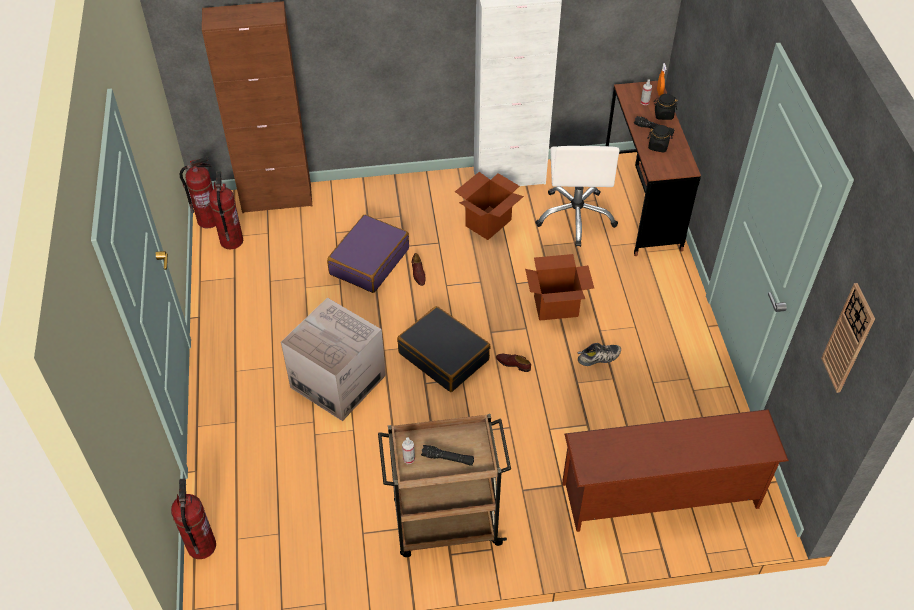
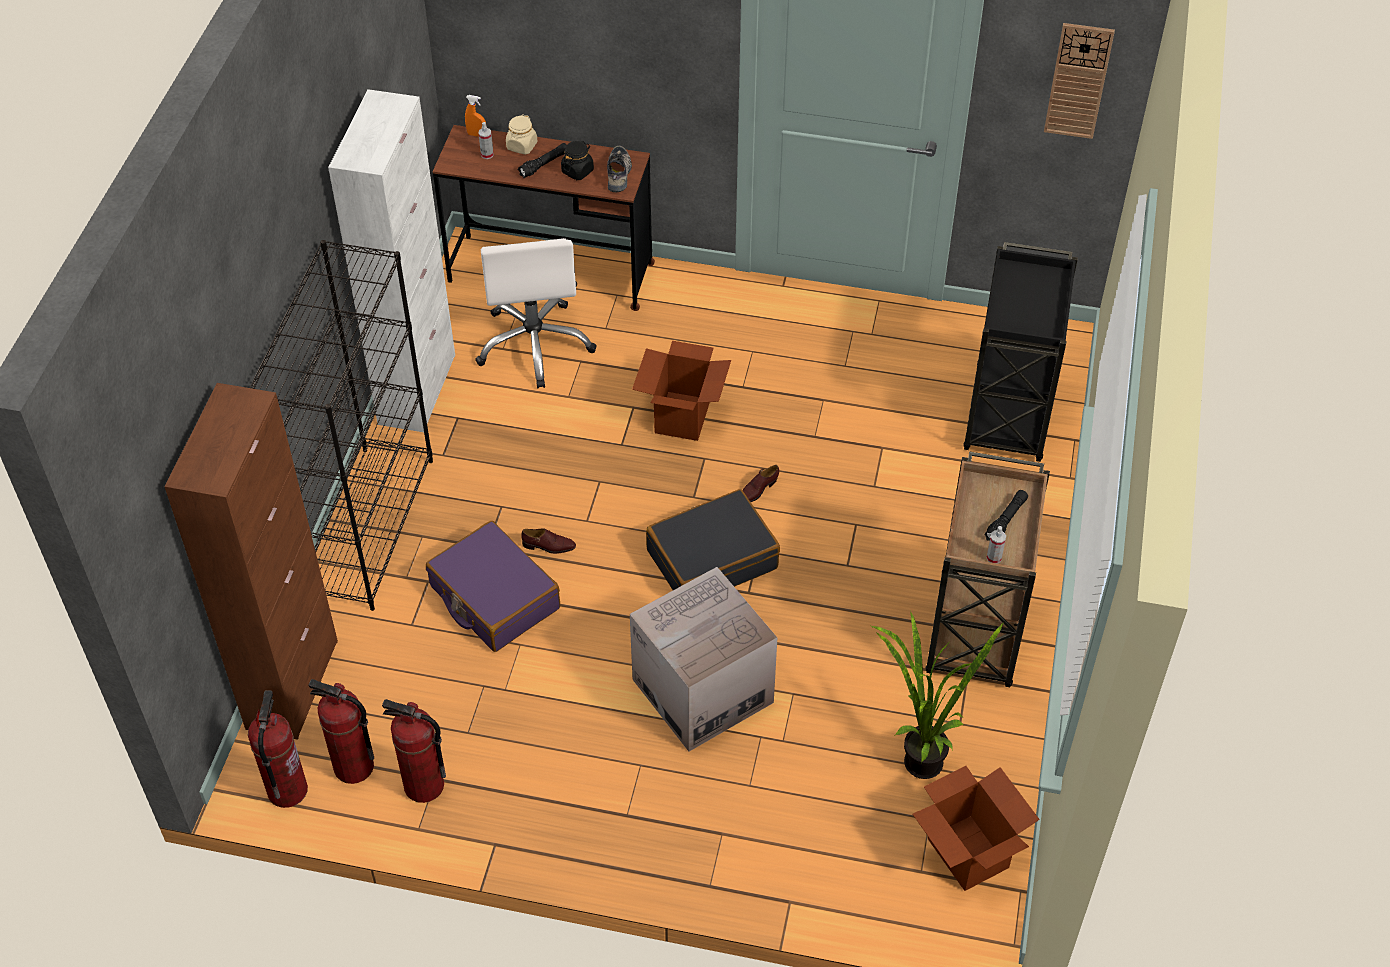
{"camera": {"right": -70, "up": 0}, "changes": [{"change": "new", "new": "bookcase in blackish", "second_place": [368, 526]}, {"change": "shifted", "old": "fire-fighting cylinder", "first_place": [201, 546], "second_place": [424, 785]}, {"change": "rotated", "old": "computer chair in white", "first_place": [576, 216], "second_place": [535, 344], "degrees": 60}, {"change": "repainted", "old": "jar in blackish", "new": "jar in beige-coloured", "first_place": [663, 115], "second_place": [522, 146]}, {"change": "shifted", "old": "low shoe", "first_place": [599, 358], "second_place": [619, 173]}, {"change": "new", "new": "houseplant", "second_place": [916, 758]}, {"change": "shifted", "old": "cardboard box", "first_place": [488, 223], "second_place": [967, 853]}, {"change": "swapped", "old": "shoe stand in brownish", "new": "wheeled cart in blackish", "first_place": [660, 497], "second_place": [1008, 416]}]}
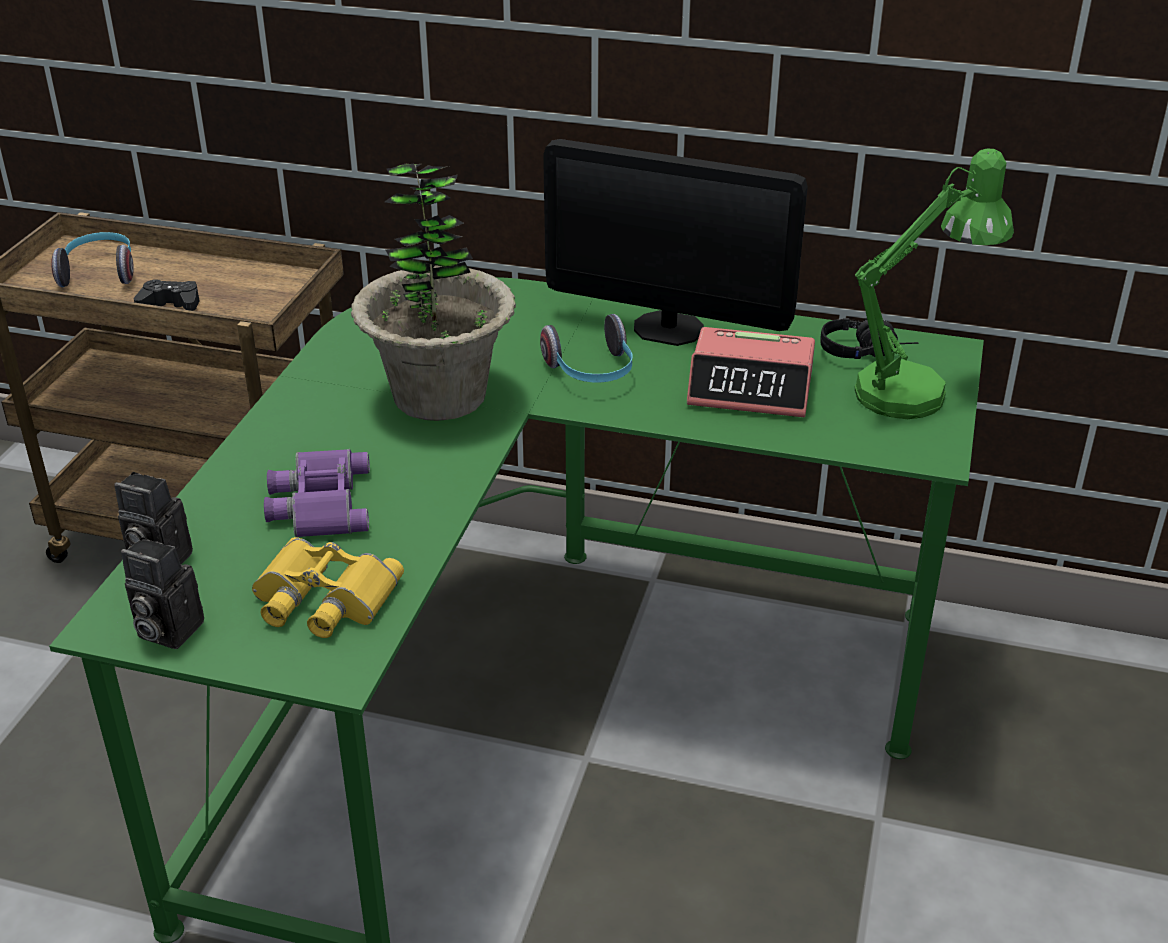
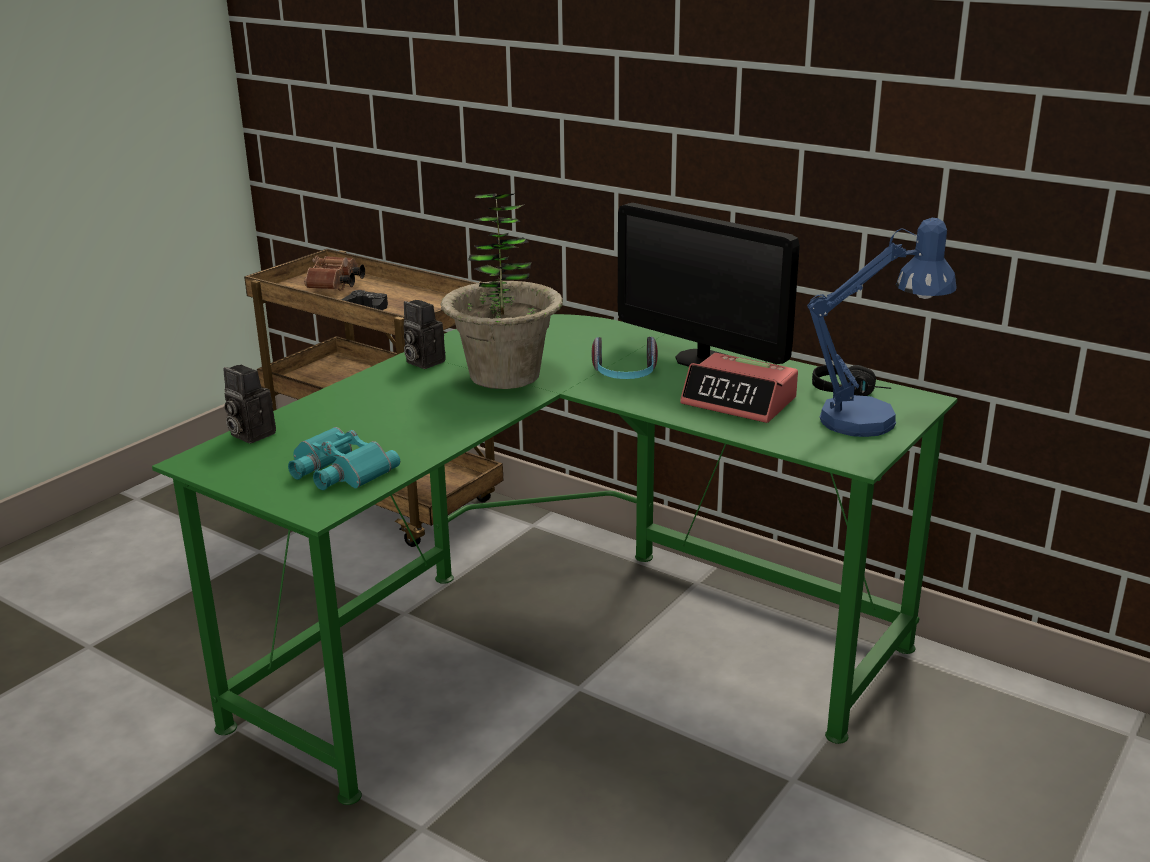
{"camera": {"right": 20, "up": -10}, "changes": [{"change": "repainted", "old": "binoculars in yellow", "new": "binoculars in turquoise-coloured", "first_place": [322, 599], "second_place": [338, 470]}, {"change": "swapped", "old": "headset", "new": "binoculars in brownish", "first_place": [100, 272], "second_place": [335, 286]}, {"change": "shifted", "old": "photo camera", "first_place": [165, 630], "second_place": [422, 362]}, {"change": "repainted", "old": "lamp for a table in green-coloured", "new": "lamp for a table in blue-coloured", "first_place": [915, 389], "second_place": [873, 419]}, {"change": "gone", "old": "binoculars in purple-coloured", "first_place": [318, 503]}]}
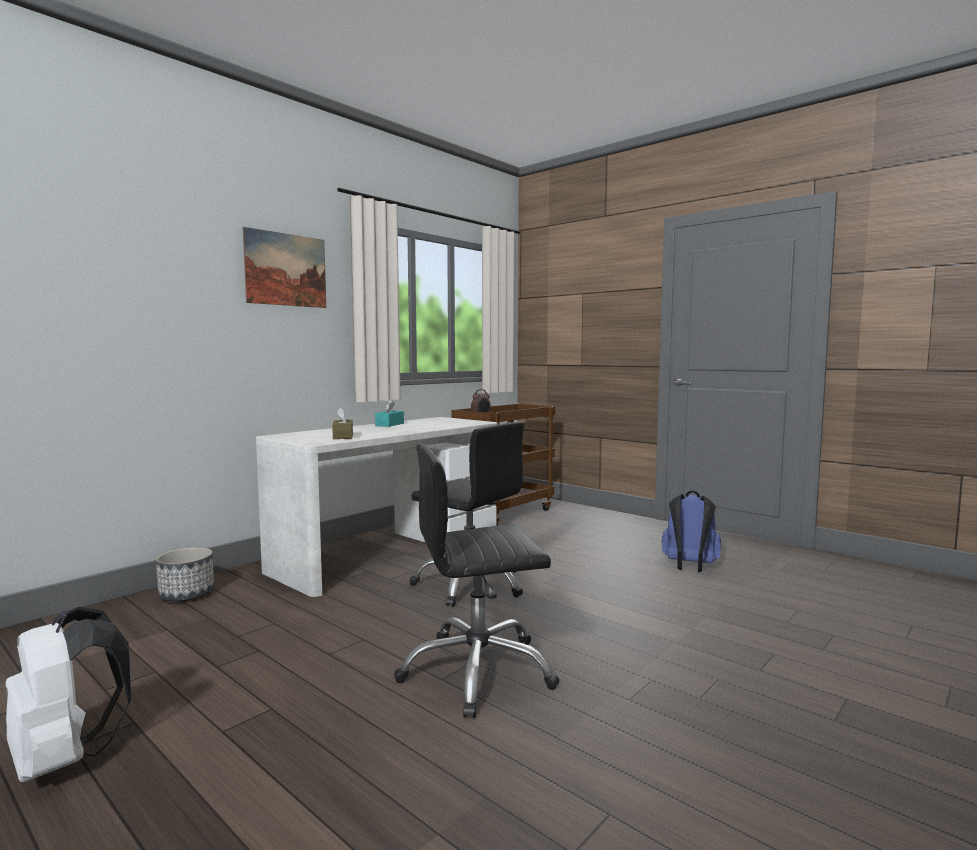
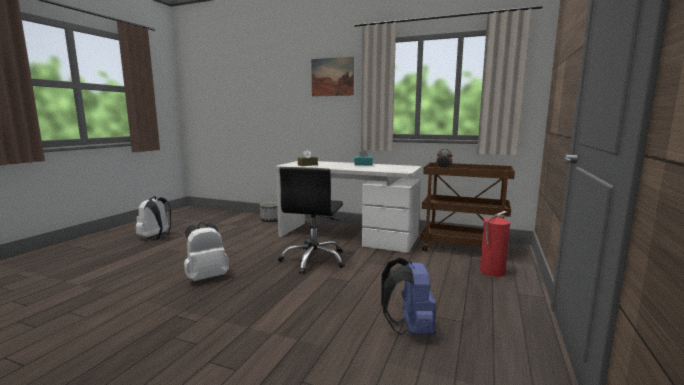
{"camera": {"right": 70, "up": 5}, "changes": [{"change": "swapped", "old": "computer chair in blackish", "new": "rucksack in white", "first_place": [477, 671], "second_place": [207, 277]}, {"change": "new", "new": "fire-fighting cylinder", "second_place": [491, 272]}]}
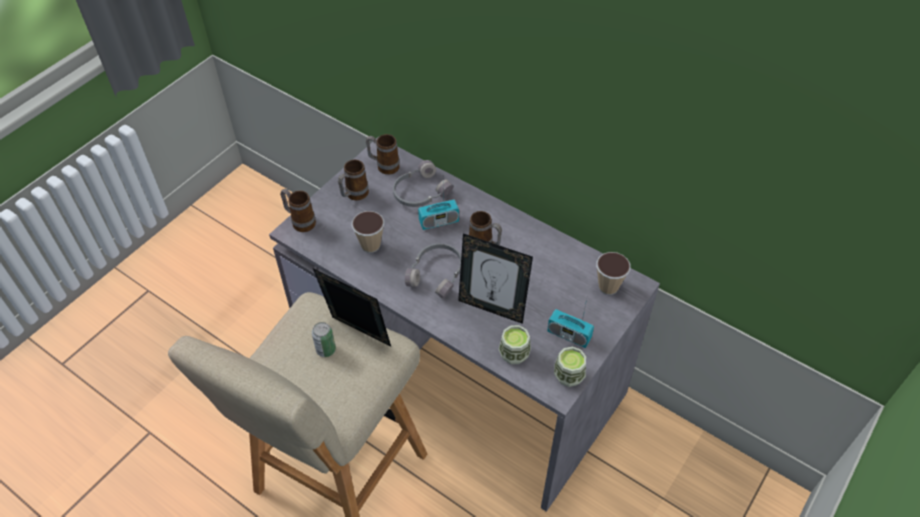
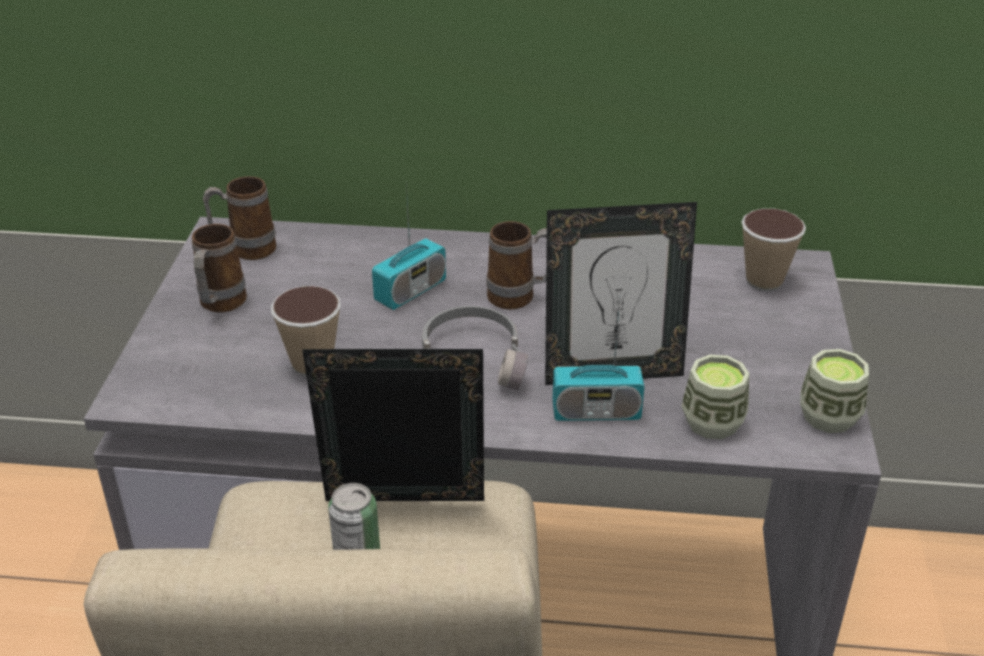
{"camera": {"right": -30, "up": -15}, "changes": [{"change": "shifted", "old": "radio", "first_place": [569, 335], "second_place": [596, 412]}, {"change": "gone", "old": "tea mug", "first_place": [300, 221]}, {"change": "gone", "old": "headset in greyish", "first_place": [420, 192]}]}
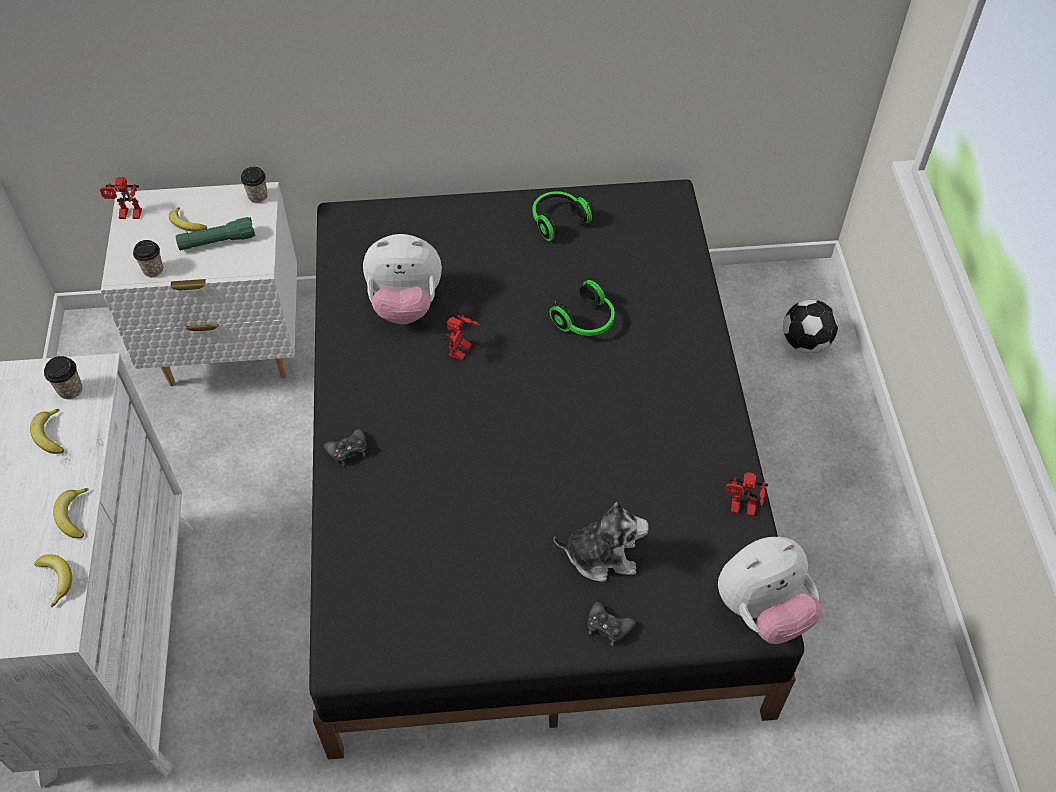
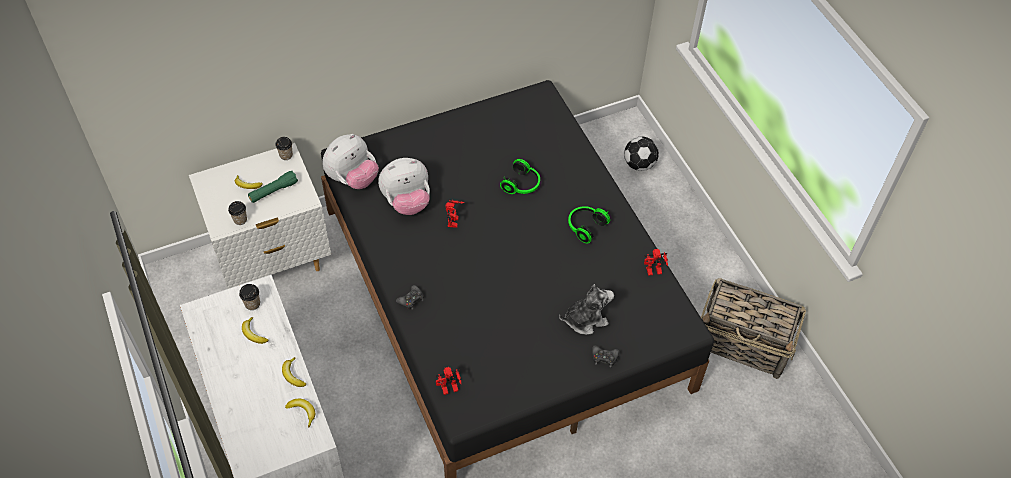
{"camera": {"right": -20, "up": 0}, "changes": [{"change": "shifted", "old": "cuddly toy", "first_place": [762, 610], "second_place": [352, 179]}, {"change": "shifted", "old": "robot figure", "first_place": [128, 216], "second_place": [449, 390]}, {"change": "shifted", "old": "headset", "first_place": [557, 220], "second_place": [585, 226]}, {"change": "new", "new": "basket", "second_place": [743, 343]}]}
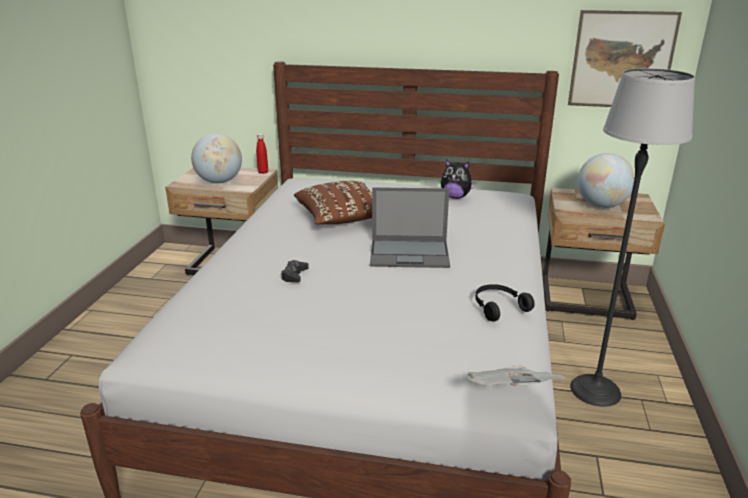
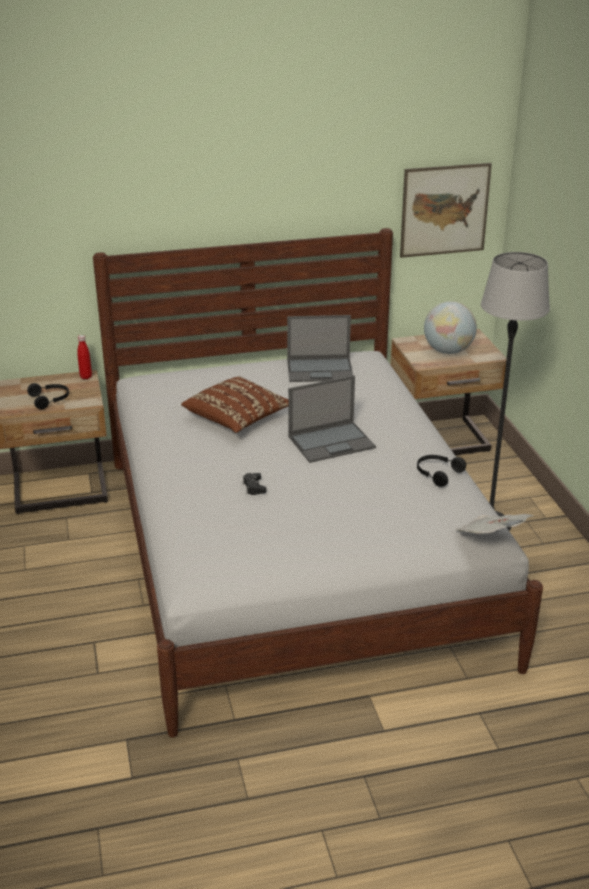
{"camera": {"right": -25, "up": 5}, "changes": [{"change": "swapped", "old": "desk globe", "new": "headset in blackish", "first_place": [219, 181], "second_place": [50, 399]}, {"change": "swapped", "old": "cuddly toy", "new": "portable computer", "first_place": [455, 197], "second_place": [320, 370]}]}
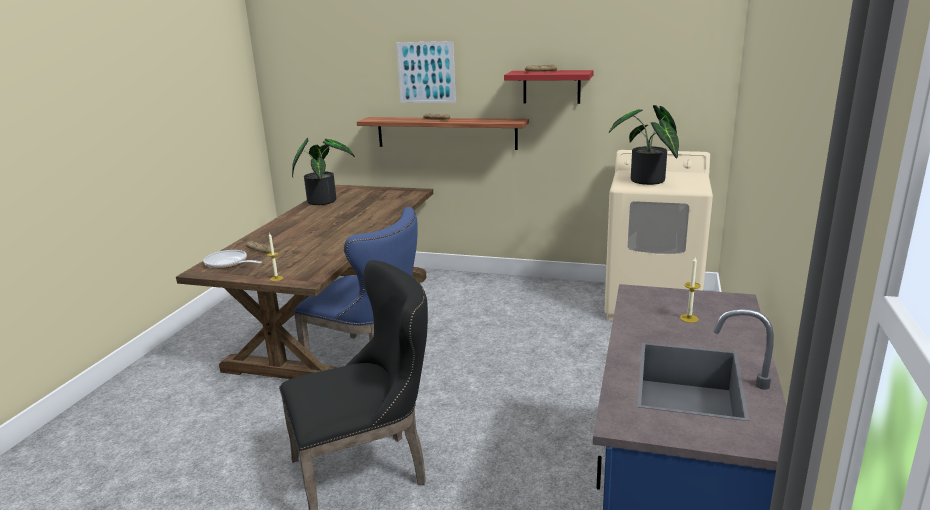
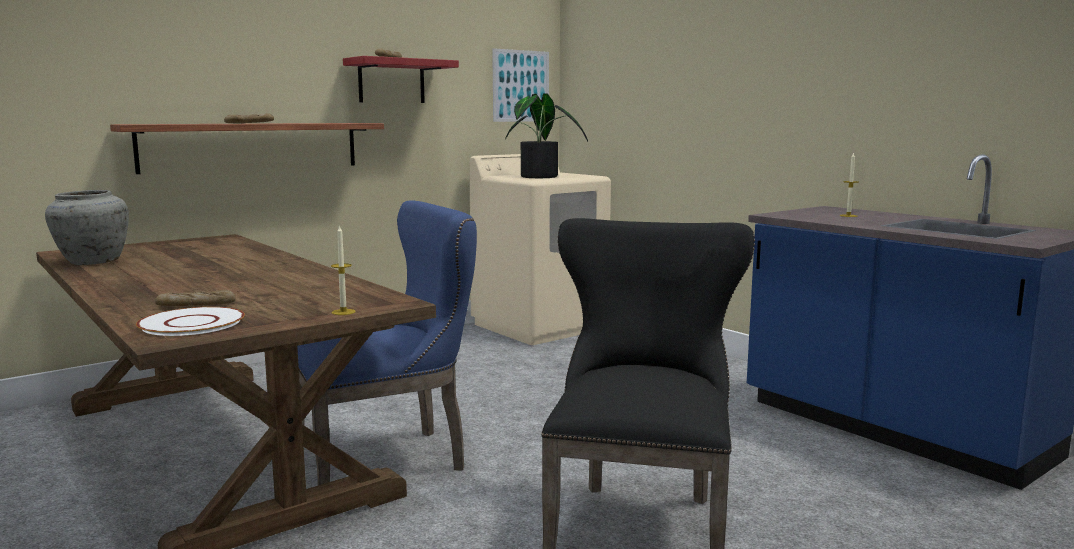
{"camera": {"right": -55, "up": -10}, "changes": [{"change": "swapped", "old": "houseplant", "new": "decorative vase in greyish", "first_place": [324, 200], "second_place": [92, 262]}, {"change": "swapped", "old": "pan", "new": "dinner plate in white", "first_place": [229, 263], "second_place": [192, 323]}, {"change": "shifted", "old": "wall art", "first_place": [426, 72], "second_place": [521, 86]}]}
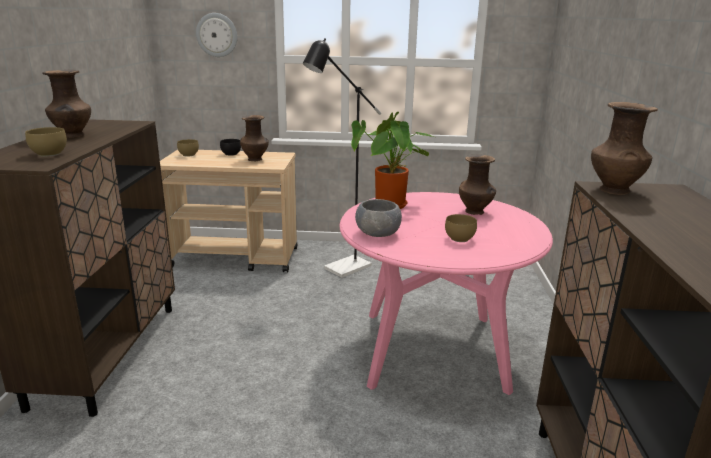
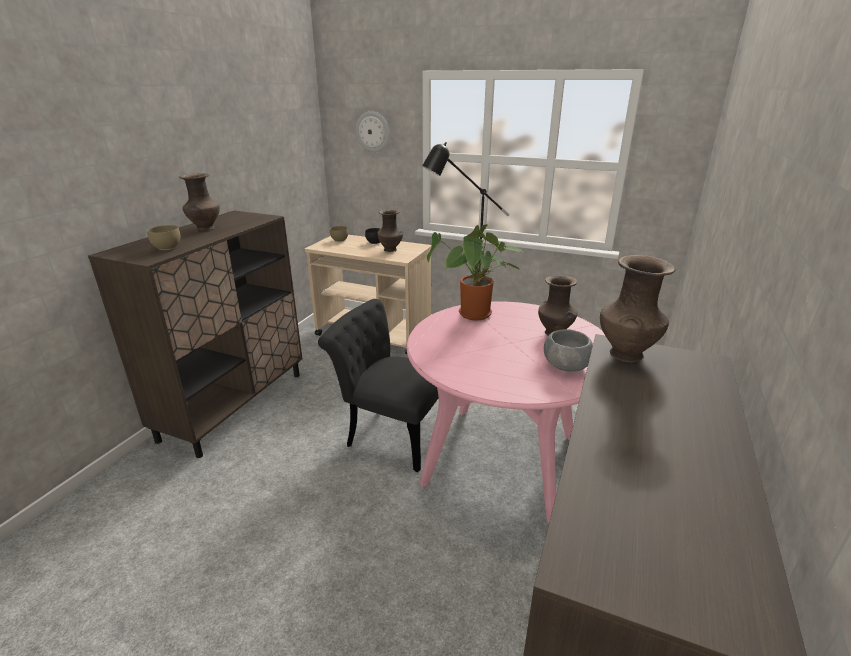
{"camera": {"right": 20, "up": 5}, "changes": [{"change": "new", "new": "upright chair in blackish", "second_place": [390, 432]}, {"change": "shifted", "old": "bowl in greyish", "first_place": [377, 233], "second_place": [565, 366]}, {"change": "gone", "old": "bowl in brownish", "first_place": [458, 239]}]}
